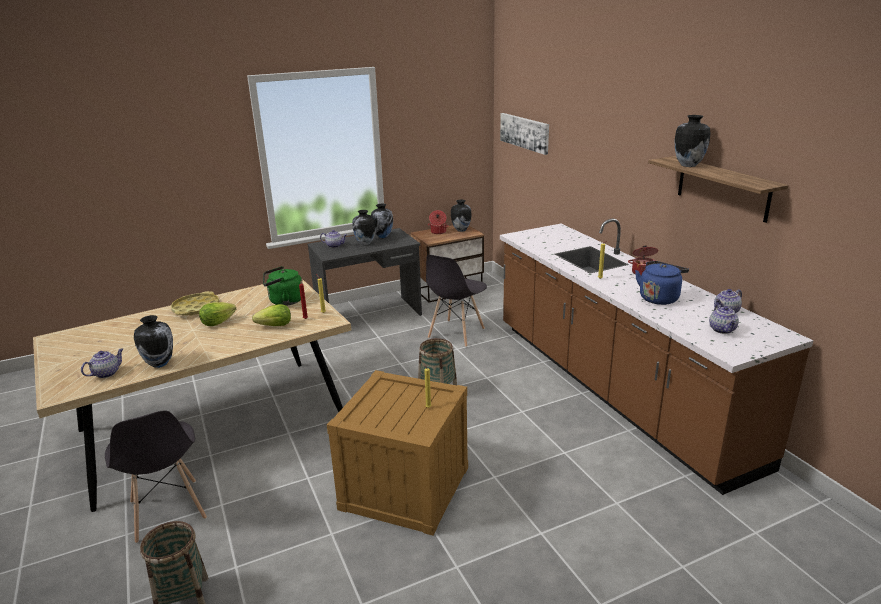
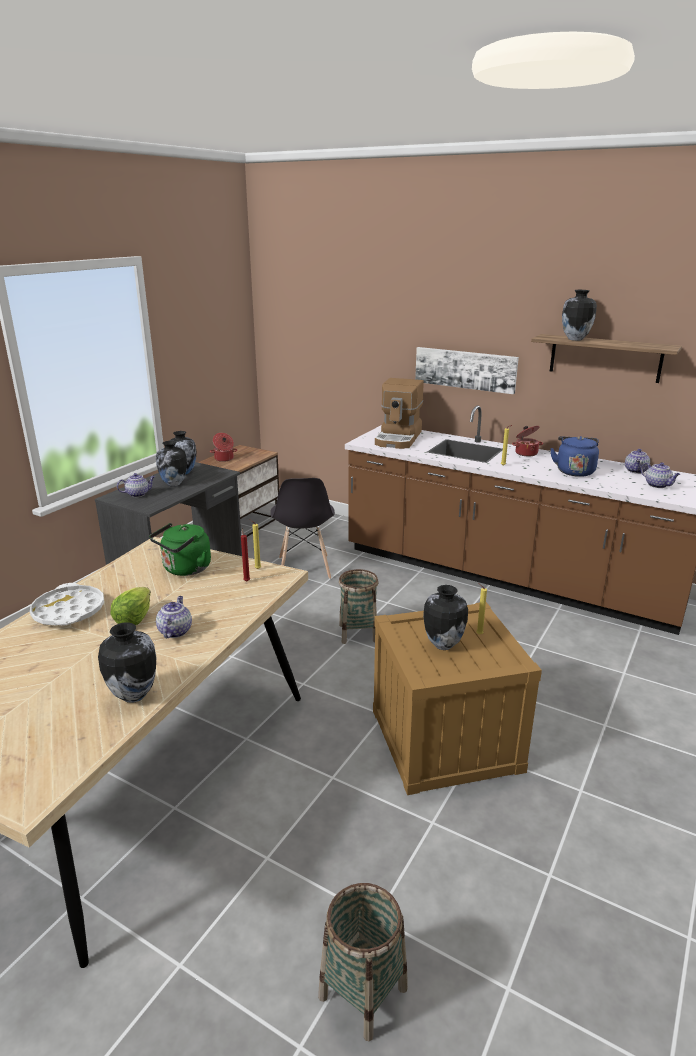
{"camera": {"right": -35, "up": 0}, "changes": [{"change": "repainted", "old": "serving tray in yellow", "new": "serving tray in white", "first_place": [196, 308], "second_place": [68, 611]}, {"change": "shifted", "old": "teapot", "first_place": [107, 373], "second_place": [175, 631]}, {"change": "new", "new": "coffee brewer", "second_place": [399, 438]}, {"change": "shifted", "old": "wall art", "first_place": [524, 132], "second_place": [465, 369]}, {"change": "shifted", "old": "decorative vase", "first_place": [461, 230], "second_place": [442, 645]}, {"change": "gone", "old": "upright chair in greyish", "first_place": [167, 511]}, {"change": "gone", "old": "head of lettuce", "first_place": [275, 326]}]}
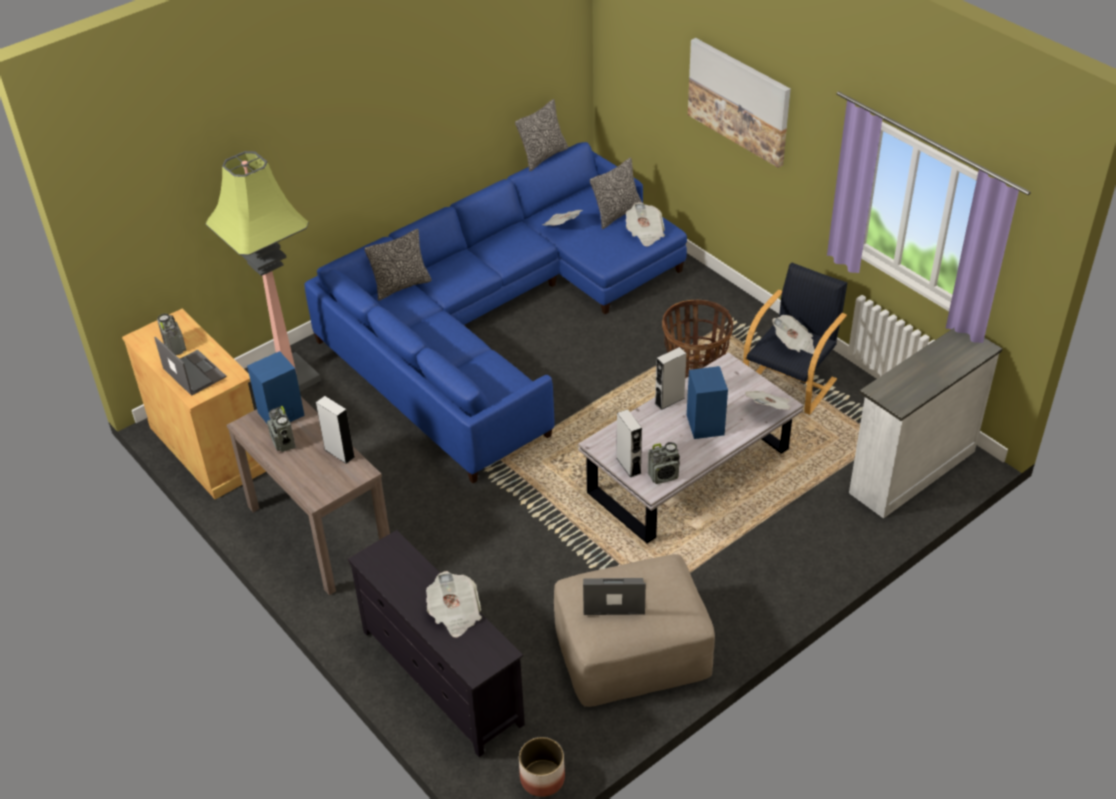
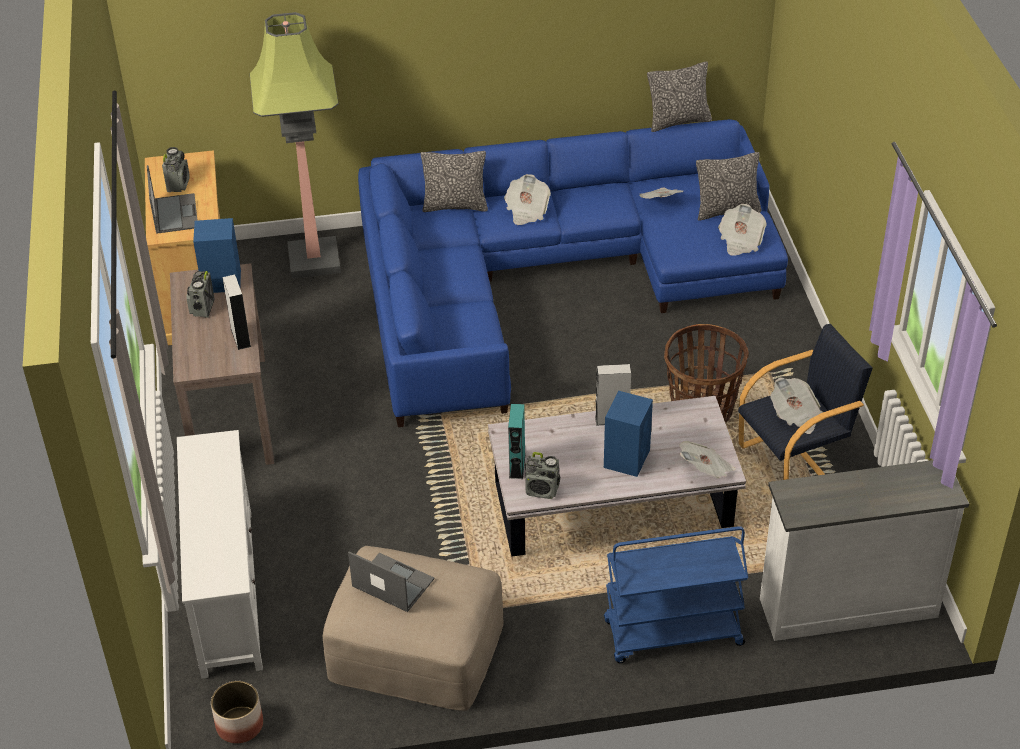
{"camera": {"right": 30, "up": 0}, "changes": [{"change": "repainted", "old": "tv unit in blackish", "new": "tv unit in white", "first_place": [441, 678], "second_place": [226, 592]}, {"change": "shifted", "old": "newspaper", "first_place": [455, 614], "second_place": [526, 211]}, {"change": "repainted", "old": "speaker in greyish", "new": "speaker in turquoise-coloured", "first_place": [628, 465], "second_place": [517, 466]}, {"change": "new", "new": "wheeled cart in blue-coloured", "second_place": [672, 634]}, {"change": "gone", "old": "wall art", "first_place": [739, 101]}]}
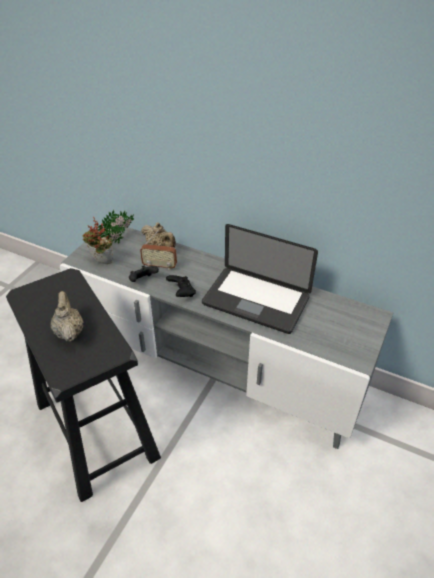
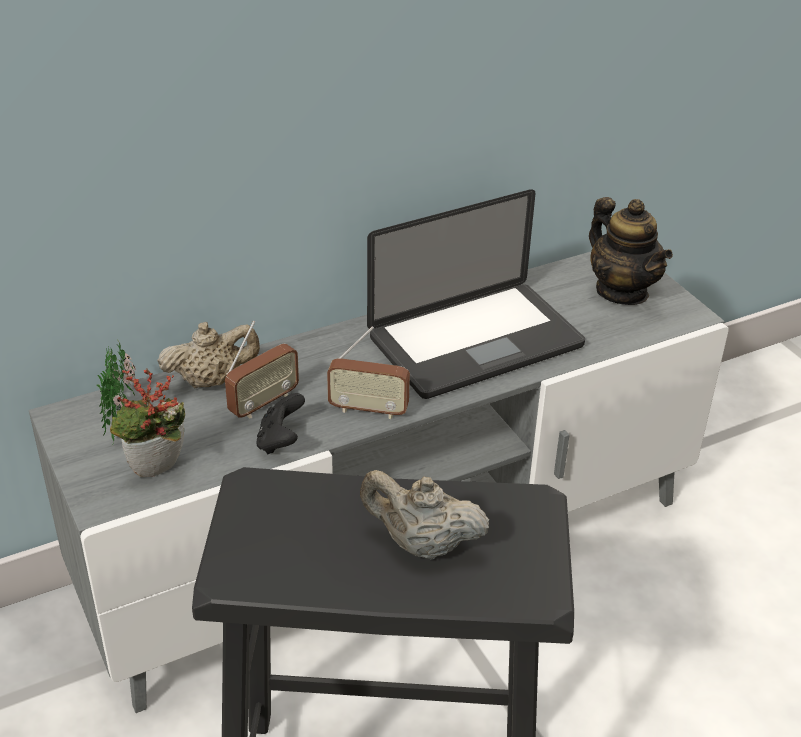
{"camera": {"right": -55, "up": -5}, "changes": [{"change": "swapped", "old": "gamepad in blackish", "new": "radio", "first_place": [182, 293], "second_place": [368, 409]}, {"change": "new", "new": "teapot", "second_place": [622, 291]}]}
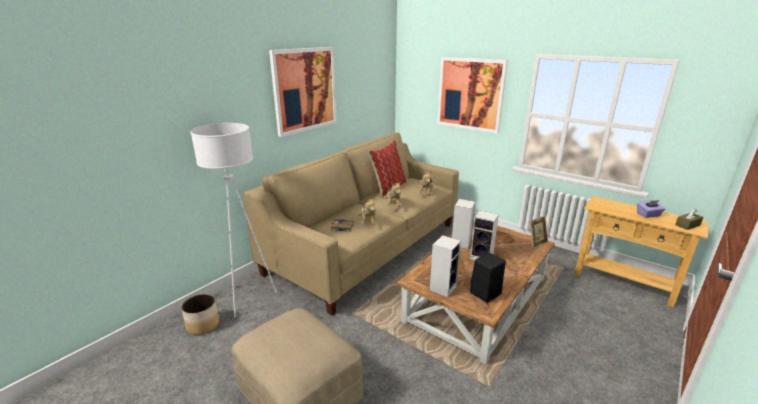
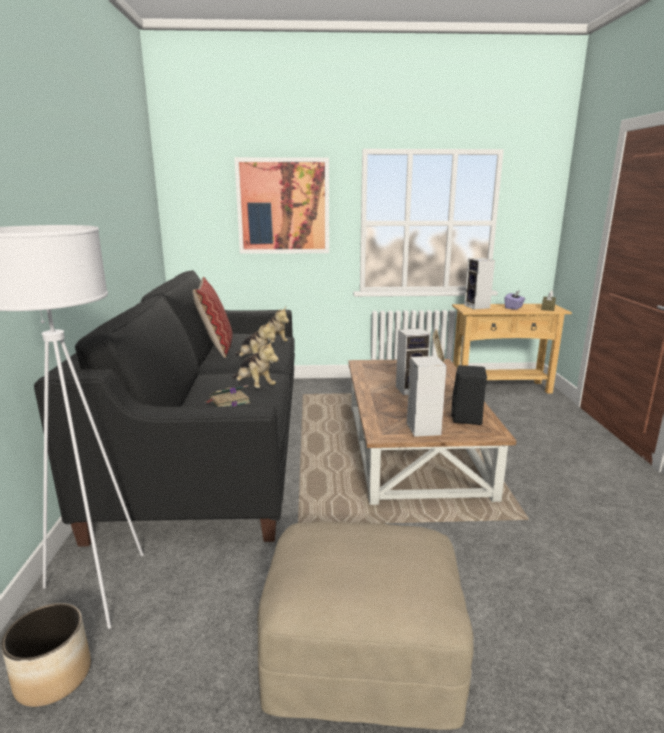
{"camera": {"right": -40, "up": -5}, "changes": [{"change": "repainted", "old": "settee in beige-coloured", "new": "settee in blackish", "first_place": [366, 247], "second_place": [214, 445]}, {"change": "shifted", "old": "speaker", "first_place": [461, 243], "second_place": [477, 307]}, {"change": "gone", "old": "wall art", "first_place": [305, 90]}]}
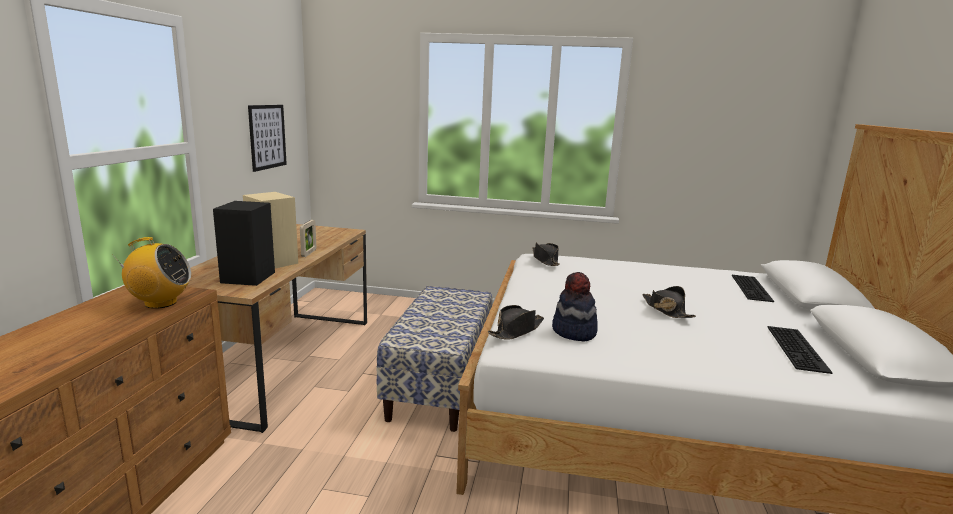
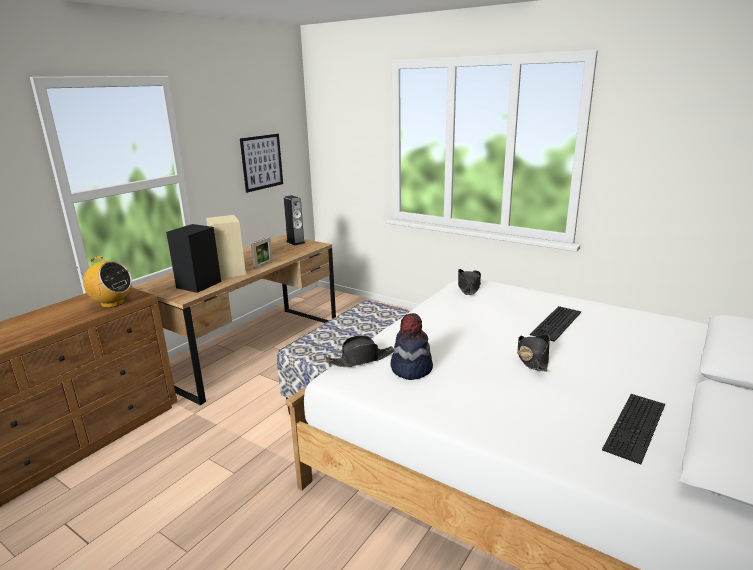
{"camera": {"right": 25, "up": 5}, "changes": [{"change": "new", "new": "speaker", "second_place": [295, 242]}, {"change": "shifted", "old": "computer keyboard", "first_place": [753, 288], "second_place": [557, 323]}]}
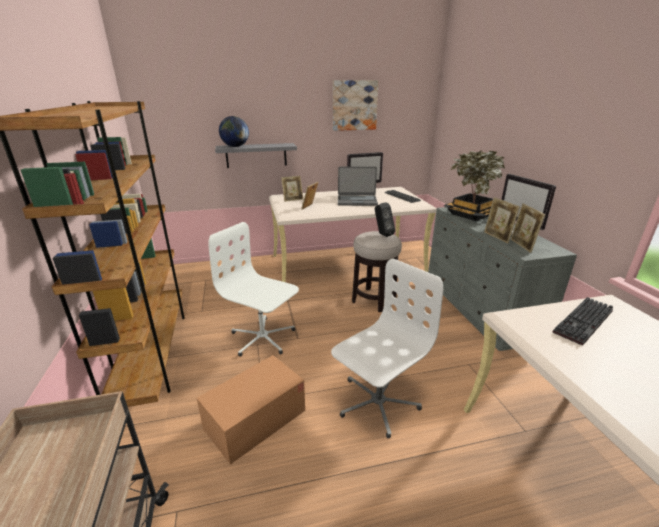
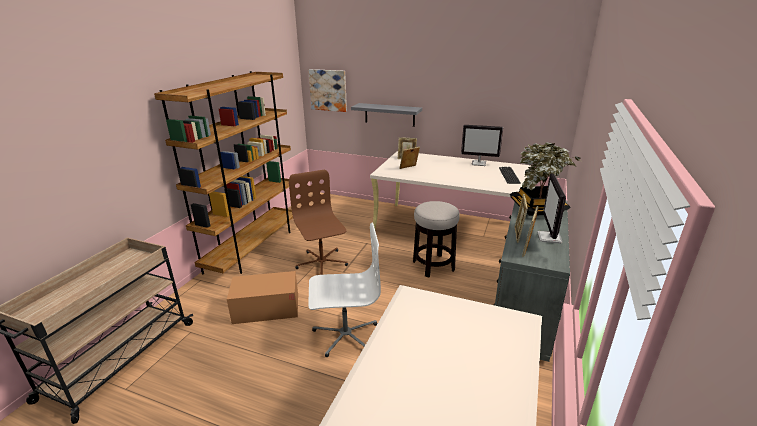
{"camera": {"right": 35, "up": 0}, "changes": [{"change": "repainted", "old": "computer chair in white", "new": "computer chair in brownish", "first_place": [262, 338], "second_place": [321, 263]}, {"change": "shifted", "old": "wall art", "first_place": [354, 105], "second_place": [328, 90]}, {"change": "gone", "old": "desk globe", "first_place": [235, 146]}, {"change": "gone", "old": "portable computer", "first_place": [357, 201]}, {"change": "gone", "old": "speaker in blackish", "first_place": [382, 234]}, {"change": "gone", "old": "computer keyboard", "first_place": [584, 323]}]}
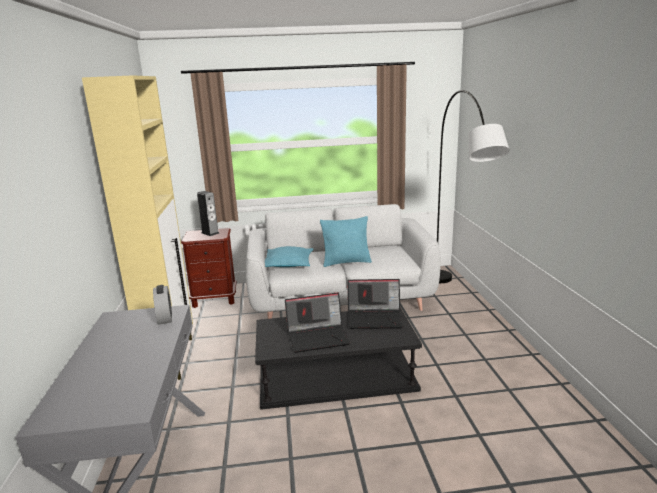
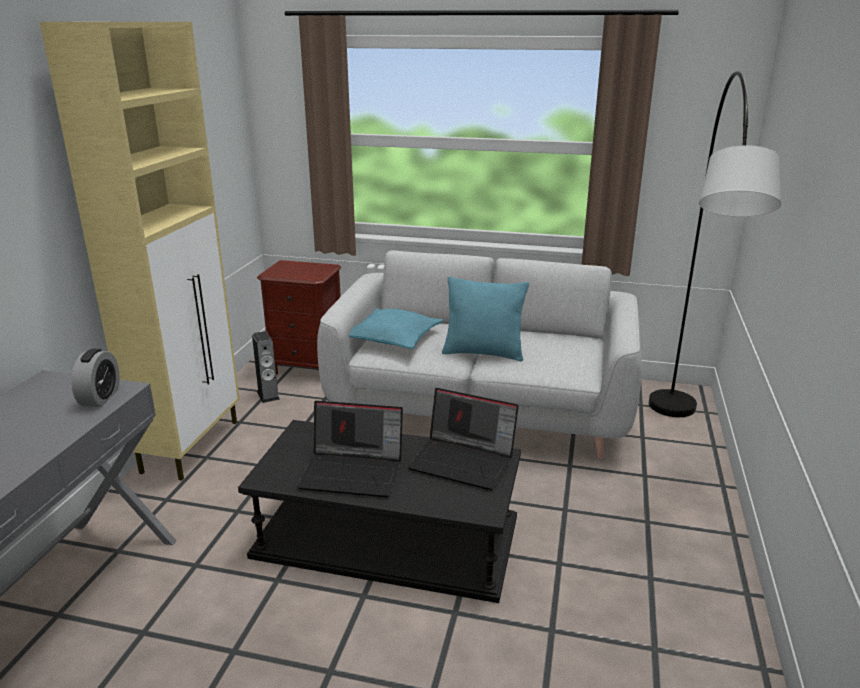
{"camera": {"right": 20, "up": 5}, "changes": [{"change": "shifted", "old": "speaker", "first_place": [210, 233], "second_place": [268, 395]}]}
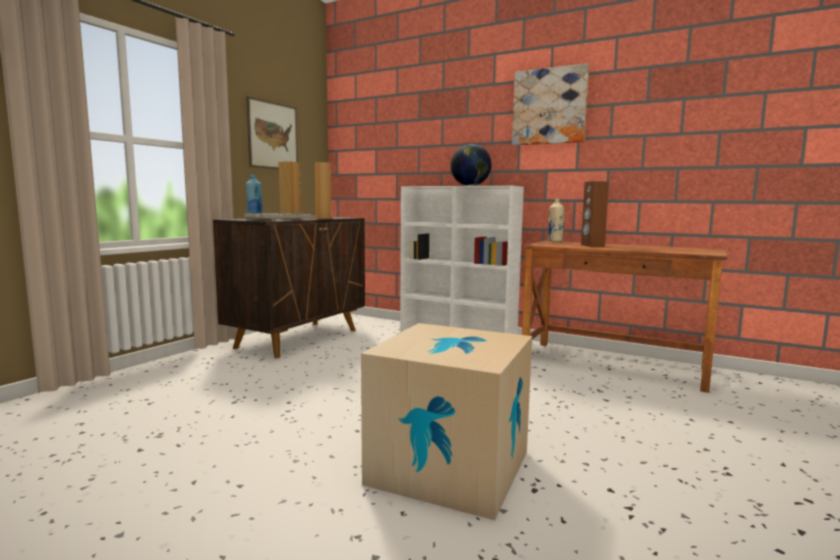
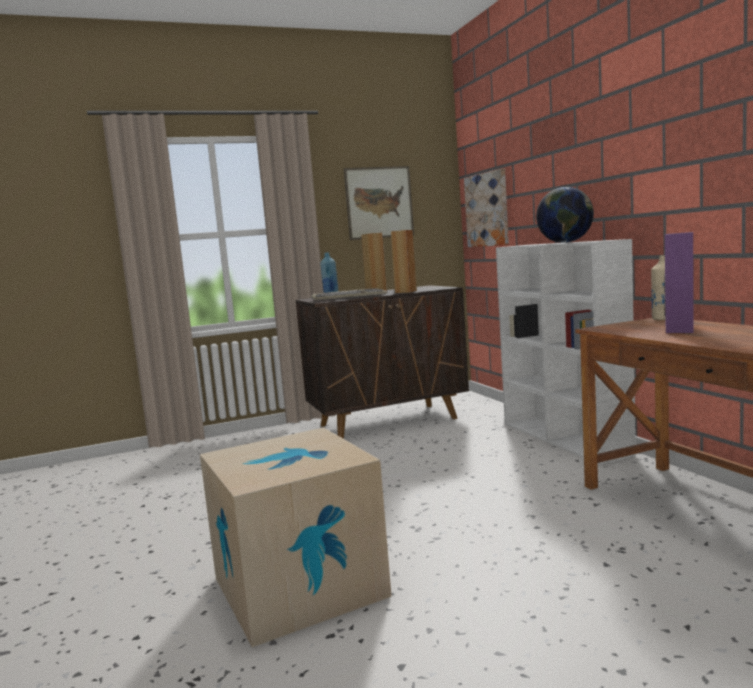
{"camera": {"right": 40, "up": 0}, "changes": [{"change": "shifted", "old": "wall art", "first_place": [549, 106], "second_place": [487, 210]}, {"change": "repainted", "old": "speaker in brownish", "new": "speaker in purple-coloured", "first_place": [592, 245], "second_place": [679, 330]}]}
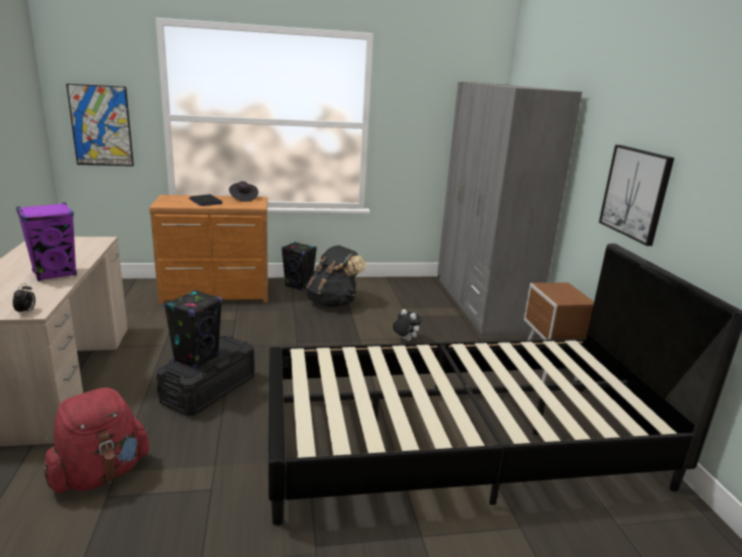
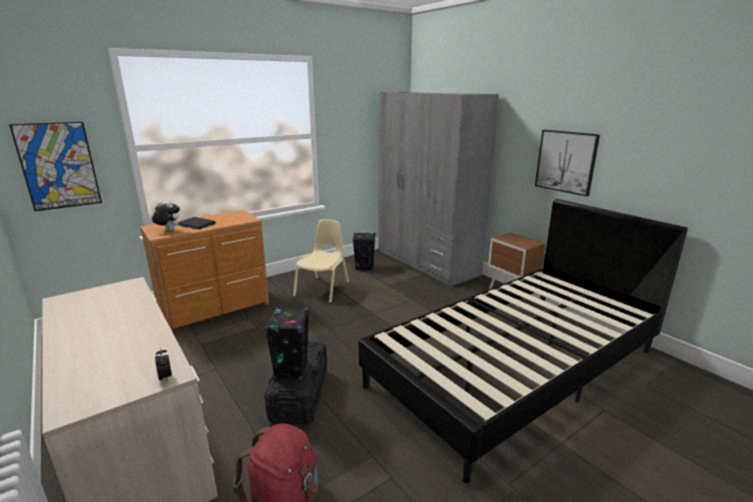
{"camera": {"right": -25, "up": 0}, "changes": [{"change": "shifted", "old": "cuddly toy", "first_place": [405, 339], "second_place": [168, 230]}, {"change": "swapped", "old": "rucksack in blackish", "new": "upright chair in beige-coloured", "first_place": [333, 303], "second_place": [323, 289]}, {"change": "shifted", "old": "speaker in blackish", "first_place": [299, 286], "second_place": [364, 267]}, {"change": "gone", "old": "speaker in purple-coloured", "first_place": [55, 274]}, {"change": "gone", "old": "clothing hat in blackish", "first_place": [243, 198]}]}
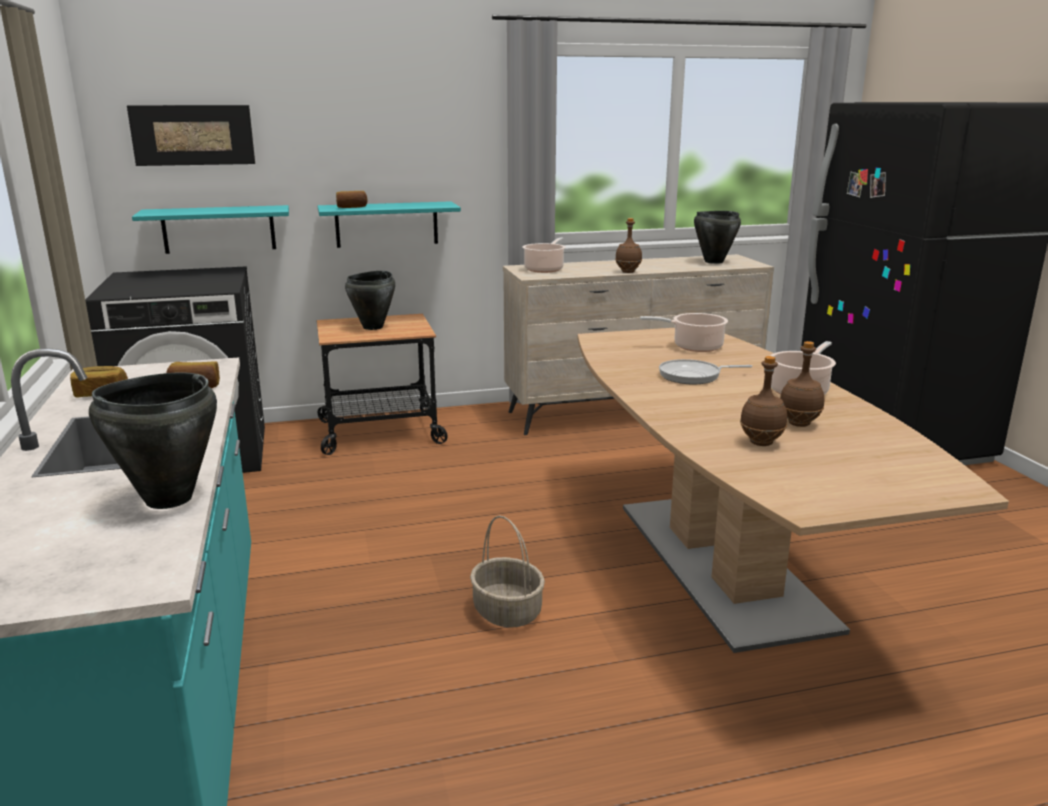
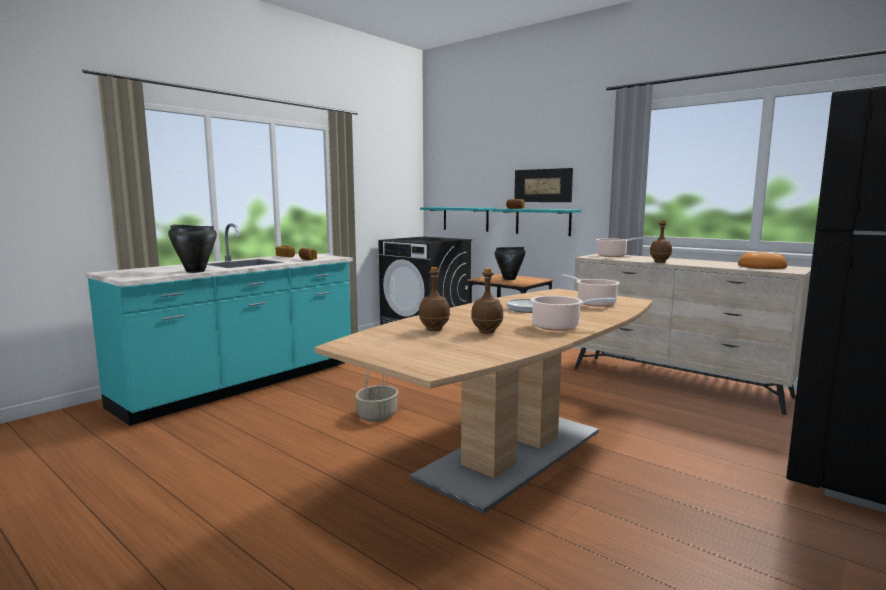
{"camera": {"right": 55, "up": -10}, "changes": [{"change": "shifted", "old": "wall art", "first_place": [193, 135], "second_place": [542, 185]}, {"change": "swapped", "old": "saucepot in blackish", "new": "bread", "first_place": [713, 261], "second_place": [761, 267]}]}
